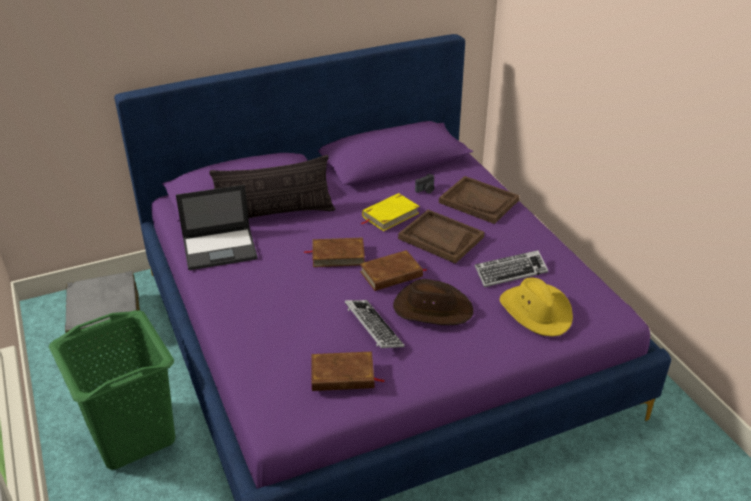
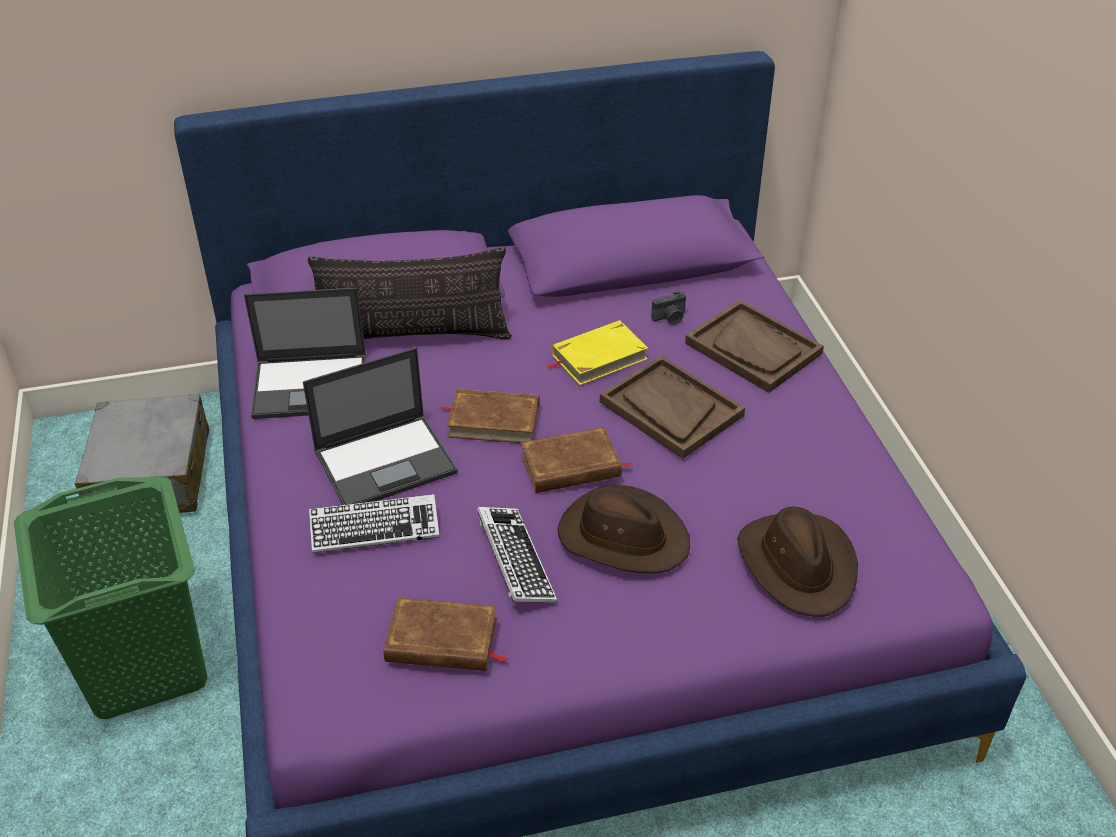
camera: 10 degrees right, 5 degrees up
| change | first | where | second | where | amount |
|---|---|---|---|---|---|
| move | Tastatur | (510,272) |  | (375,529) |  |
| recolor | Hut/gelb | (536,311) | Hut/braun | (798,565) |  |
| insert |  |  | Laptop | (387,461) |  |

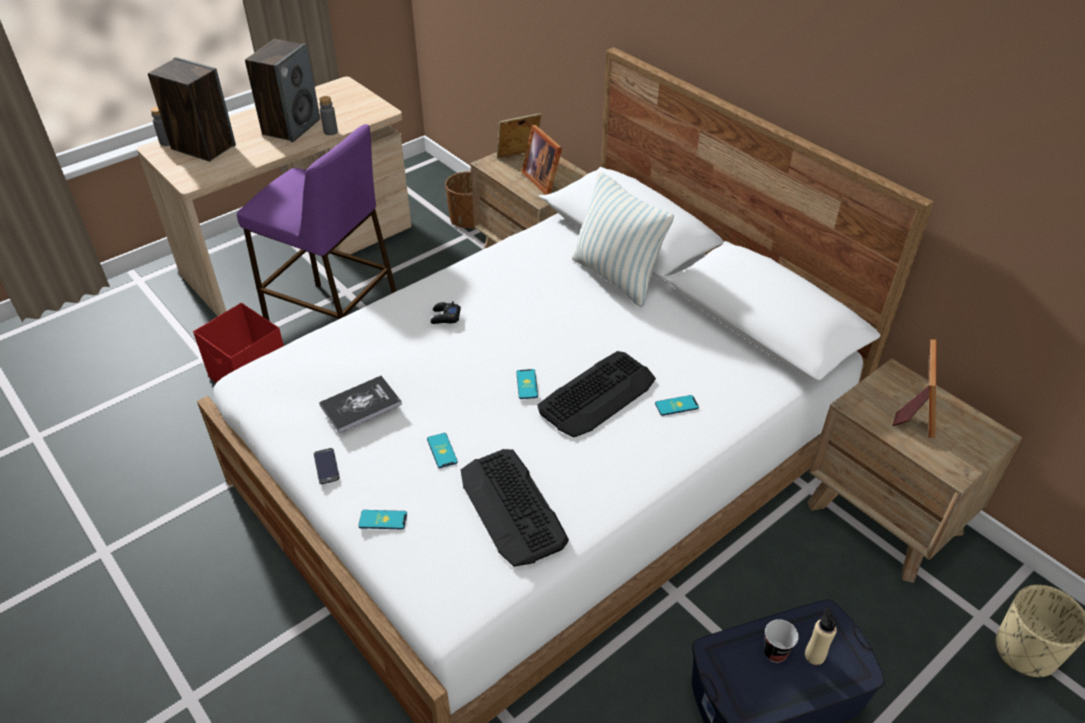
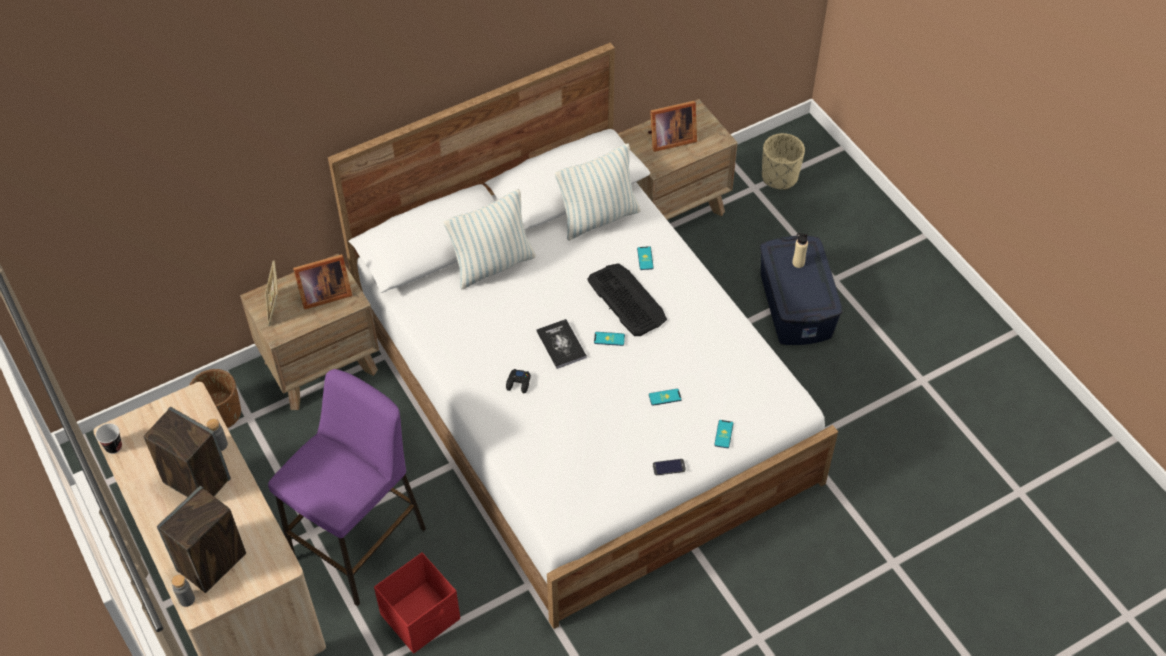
camera: 80 degrees left, 10 degrees up
| change | first | where | second | where | amount |
|---|---|---|---|---|---|
| rotate | Bilderrahmen | (916,413) |  | (669,140) | 135 degrees clockwise |
| move | Buch | (360,405) |  | (561,344) |  |
| delete | Tastatur | (512,507) |  |  |  |
| move | Tasse | (775,652) |  | (113,447) |  |
| insert |  |  | Kissen | (598,218) |  |

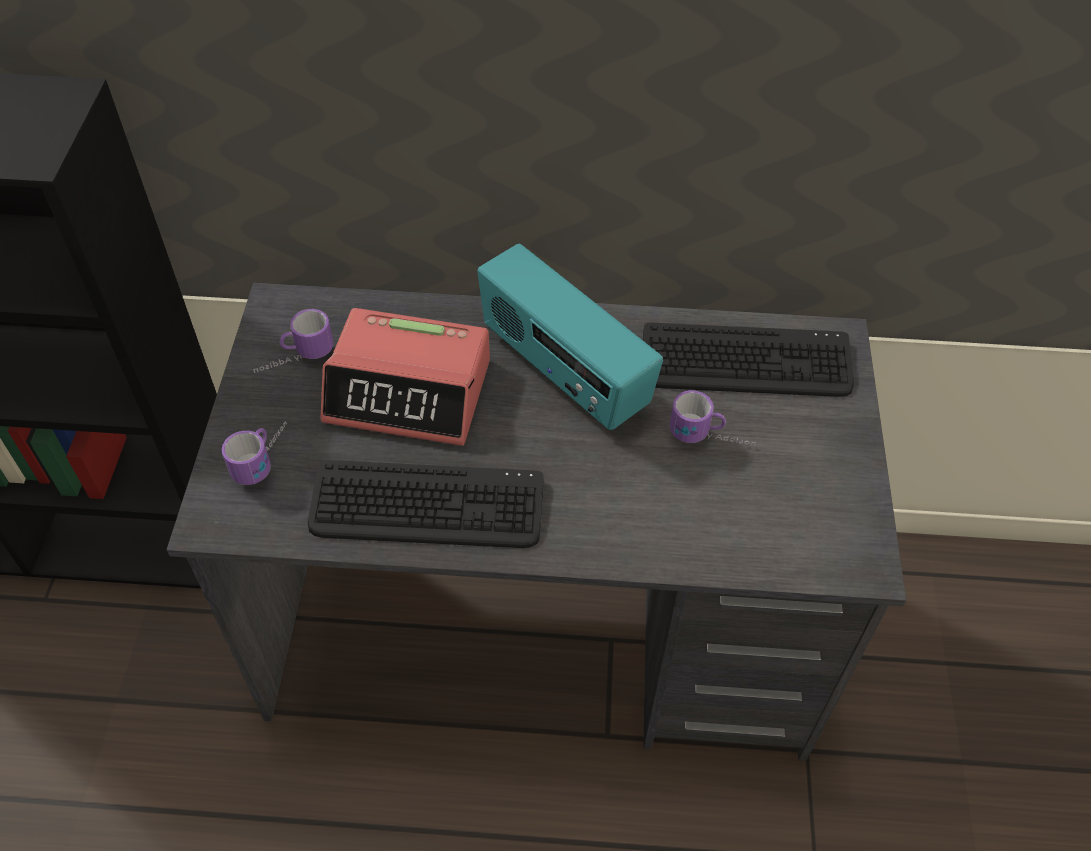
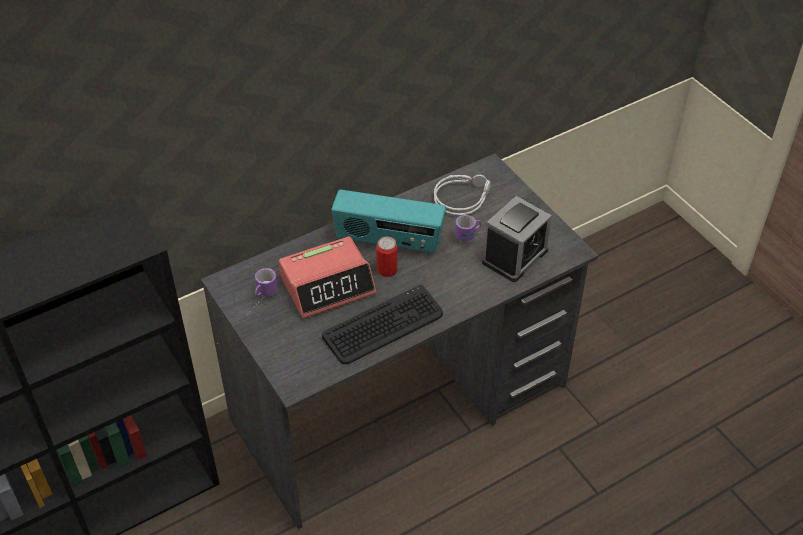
camera: 35 degrees left, 5 degrees down
| change | first | where | second | where | amount |
|---|---|---|---|---|---|
| replace | Tastatur | (746,363) | Kopfhörer/grau | (462,197) |  |
| delete | Henkelbecher | (265,458) |  |  |  |
| insert |  |  | Wecker | (515,256) |  |
| insert |  |  | Dose | (387,270) |  |

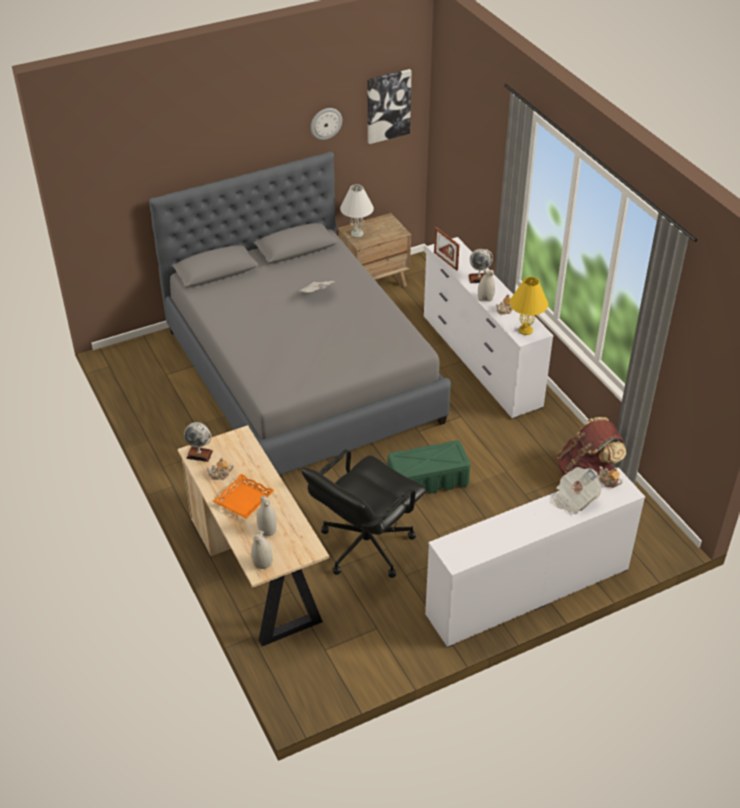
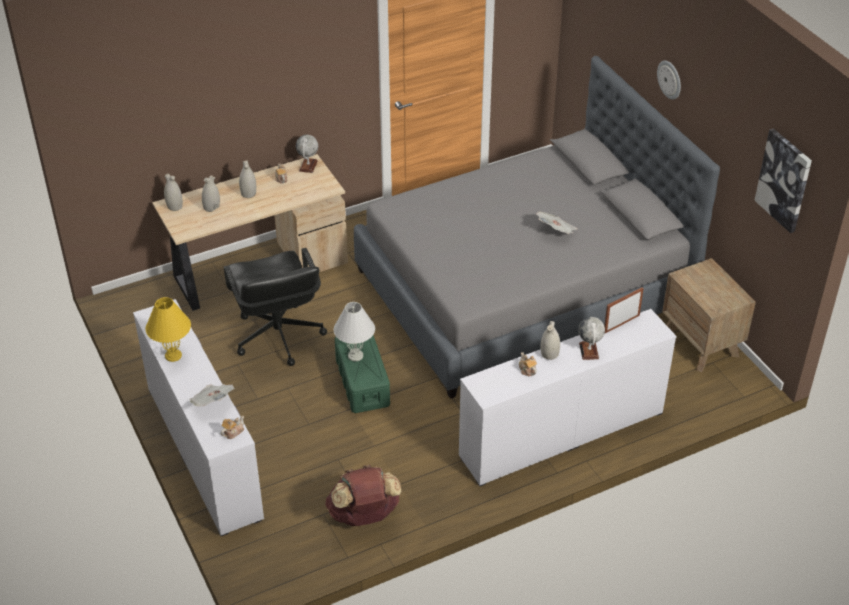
camera: 90 degrees right, 0 degrees up
| change | first | where | second | where | amount |
|---|---|---|---|---|---|
| move | Wanduhr | (325,123) |  | (670,79) |  |
| move | Tischlampe/weiß | (356,233) |  | (355,355) |  |
| move | Tischlampe/gelb | (525,330) |  | (173,356) |  |
| rotate | Bürostuhl/schwarz | (365,545) |  | (278,336) | 150 degrees counterclockwise |
| replace | Tablett/orange | (244,500) | Vase/weiß | (248,193) |  |

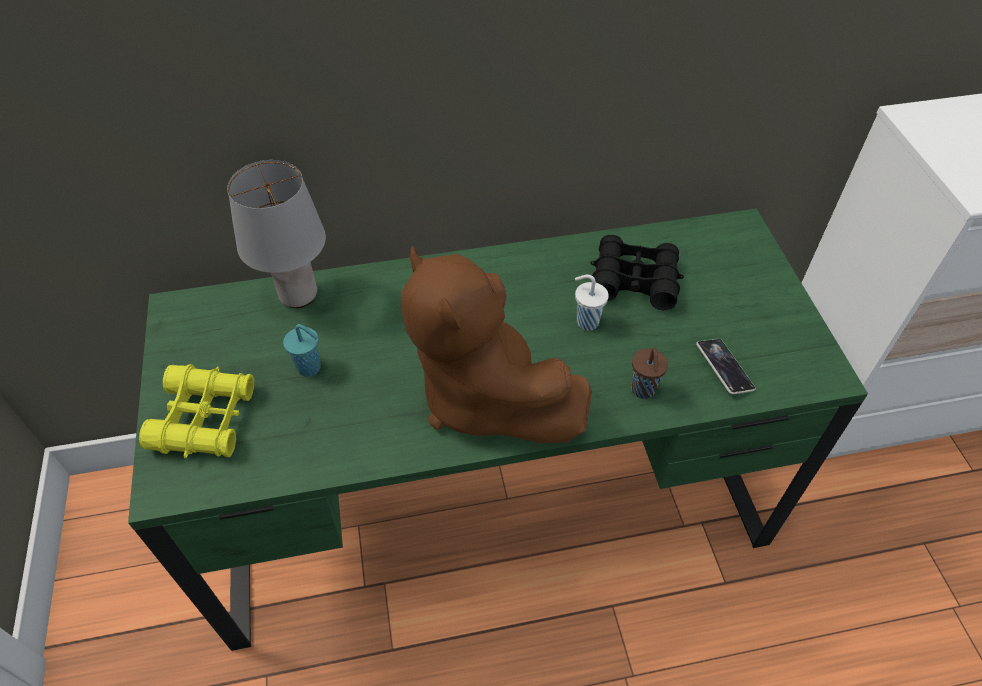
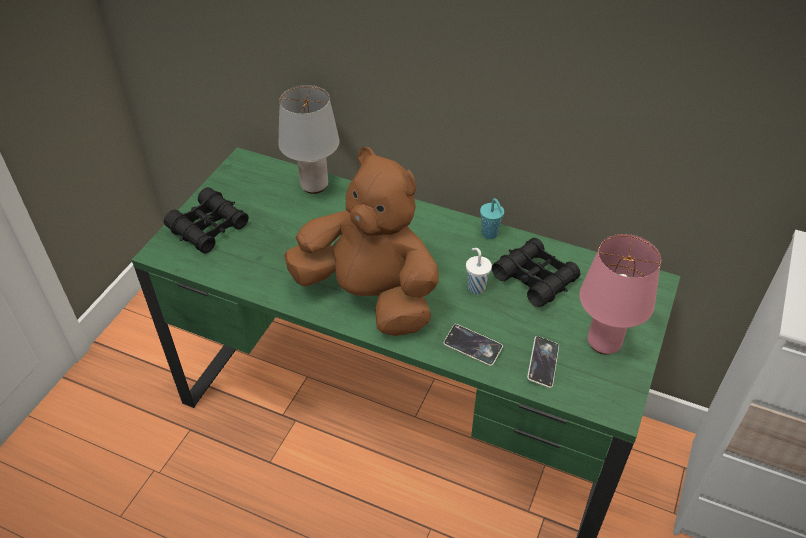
camera: 35 degrees right, 5 degrees down
| change | first | where | second | where | amount |
|---|---|---|---|---|---|
| rotate | Plüschtier/braun | (484,395) |  | (369,296) | 120 degrees clockwise |
| move | Tasse/türkis | (310,368) |  | (490,234) |  |
| replace | Tasse/braun | (643,391) | Handy | (472,347) |  |
| recolor | Fernglas/gelb | (204,419) | Fernglas/schwarz | (209,227) |  |
| insert |  |  | Tischlampe/rosa | (602,343) |  |

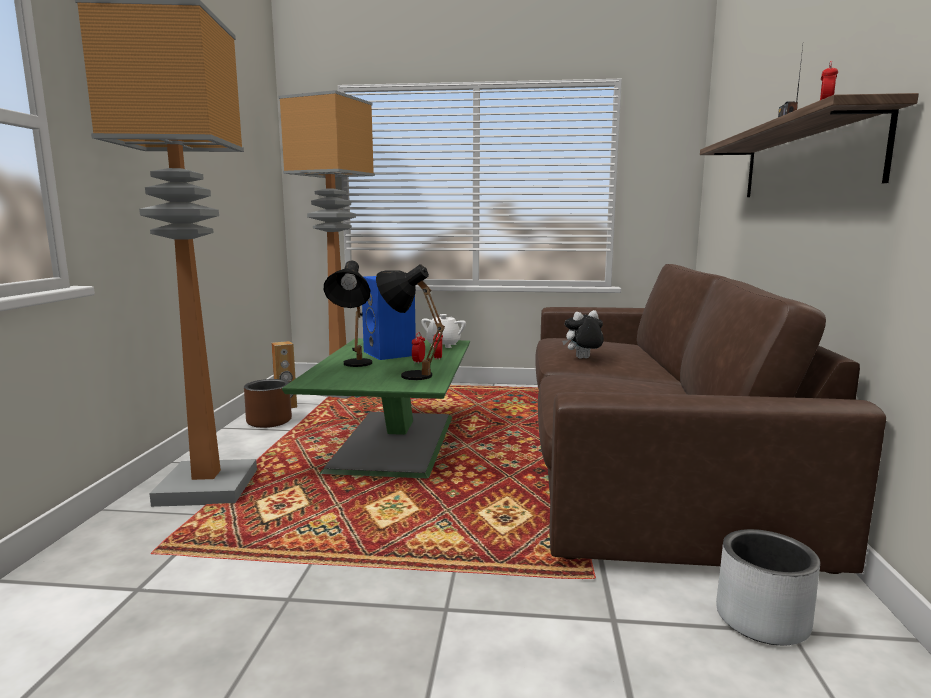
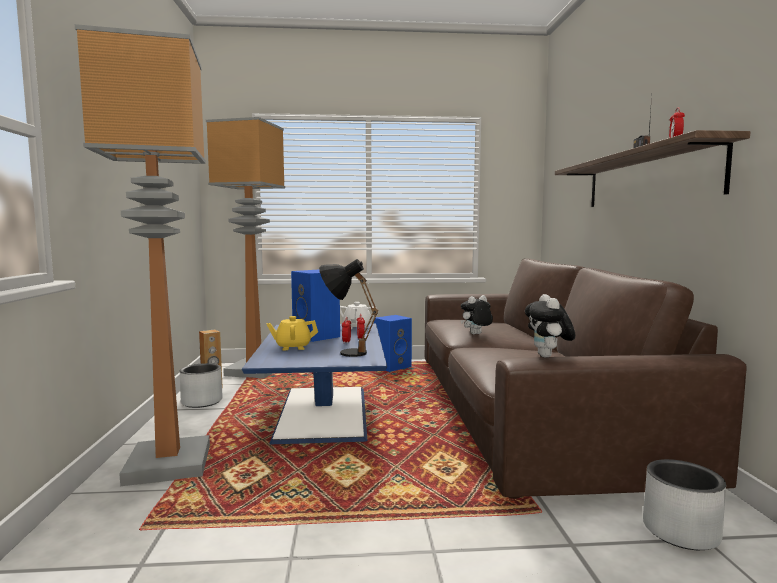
camera: 10 degrees left, 5 degrees down
| change | first | where | second | where | amount |
|---|---|---|---|---|---|
| replace | Tischlampe/schwarz | (353,366) | Teekanne/gelb | (293,347) |  |
| recolor | Couchtisch/grün | (394,443) | Couchtisch/blau | (323,414) |  |
| recolor | Pflanzkübel/braun | (268,421) | Pflanzkübel/grau | (201,402) |  |
| insert |  |  | Plüschtier | (548,356) |  |
| insert |  |  | Lautsprecher/blau | (392,366) |  |

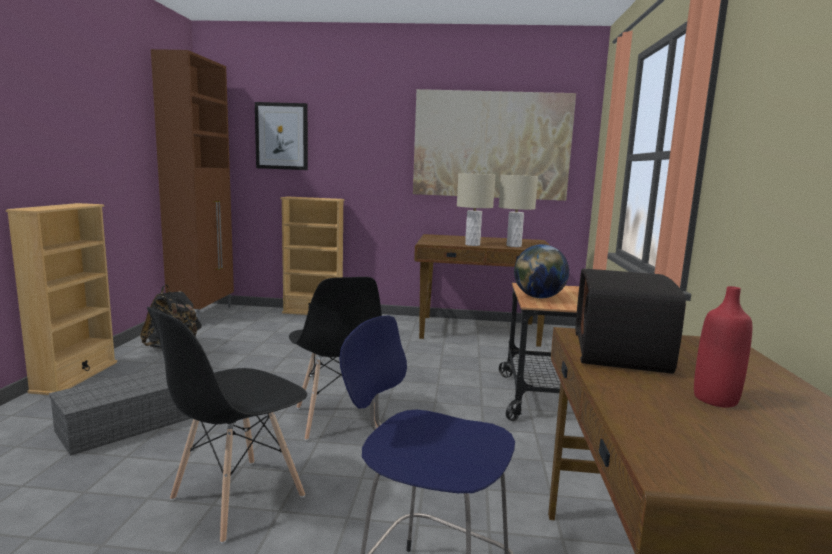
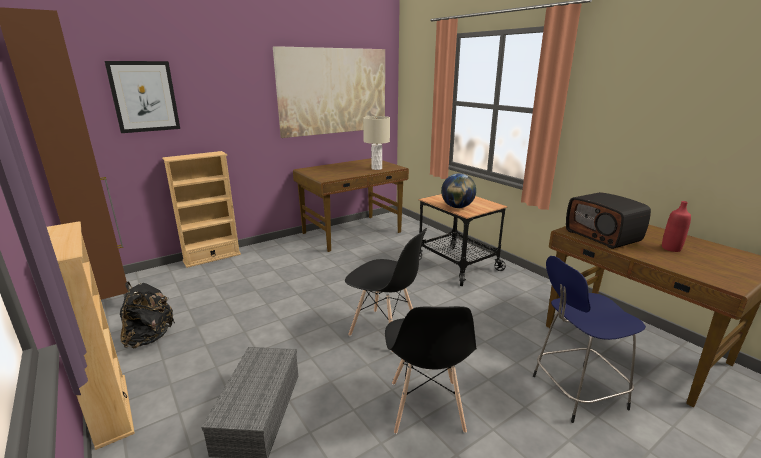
camera: 40 degrees left, 10 degrees up
| change | first | where | second | where | amount |
|---|---|---|---|---|---|
| delete | Tischlampe/beige | (472,244) |  |  |  |

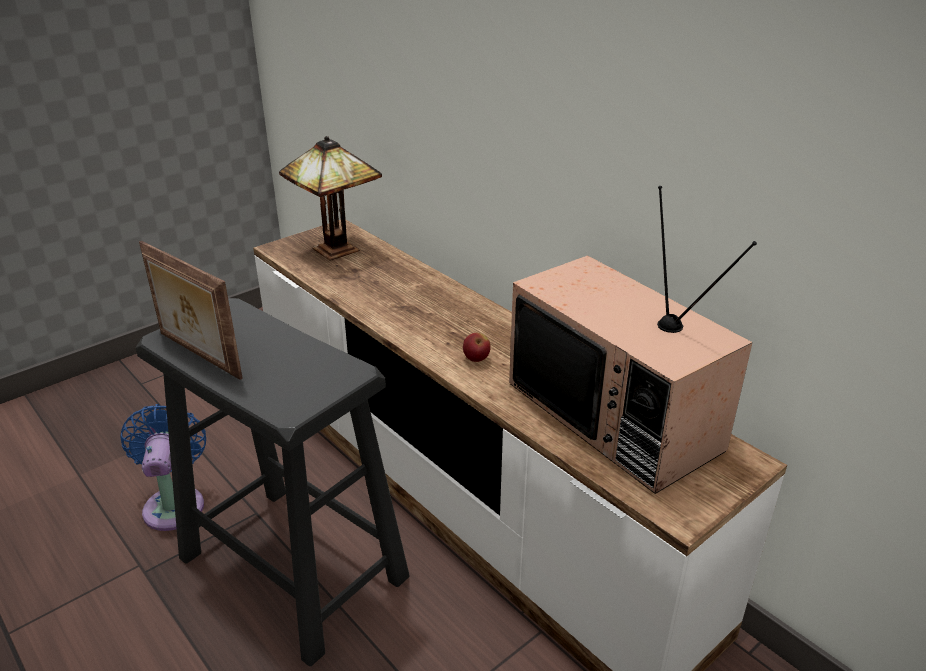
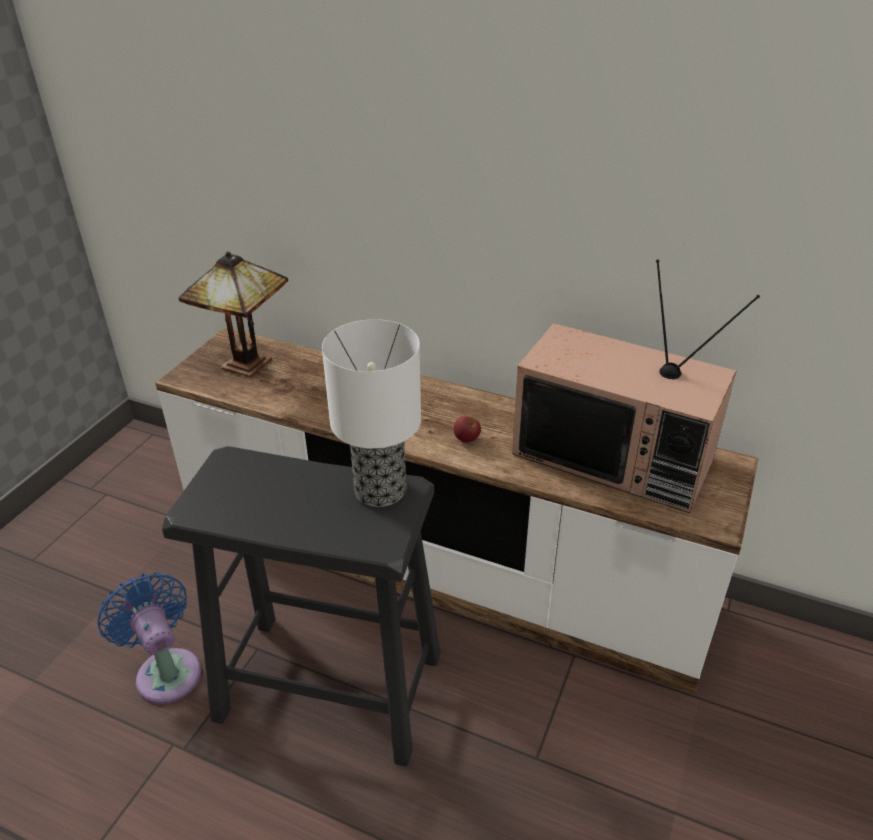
camera: 25 degrees left, 5 degrees up
| change | first | where | second | where | amount |
|---|---|---|---|---|---|
| delete | Bilderrahmen | (197,356) |  |  |  |
| insert |  |  | Tischlampe | (378,490) |  |

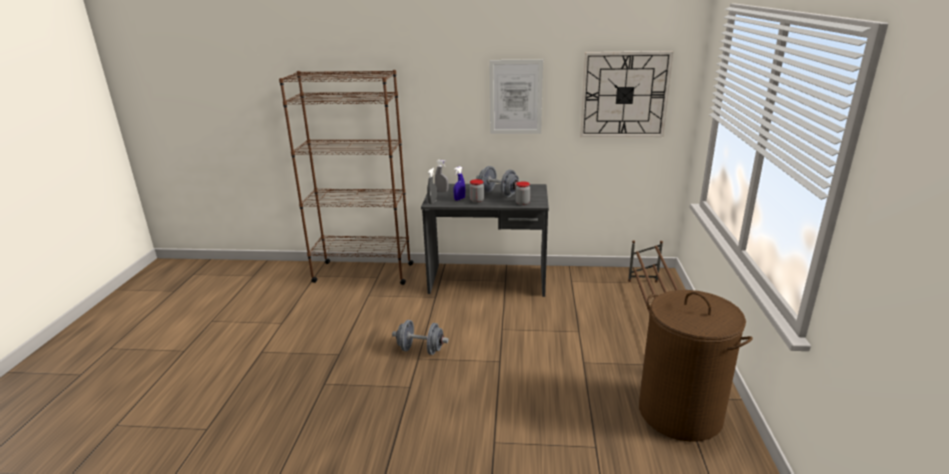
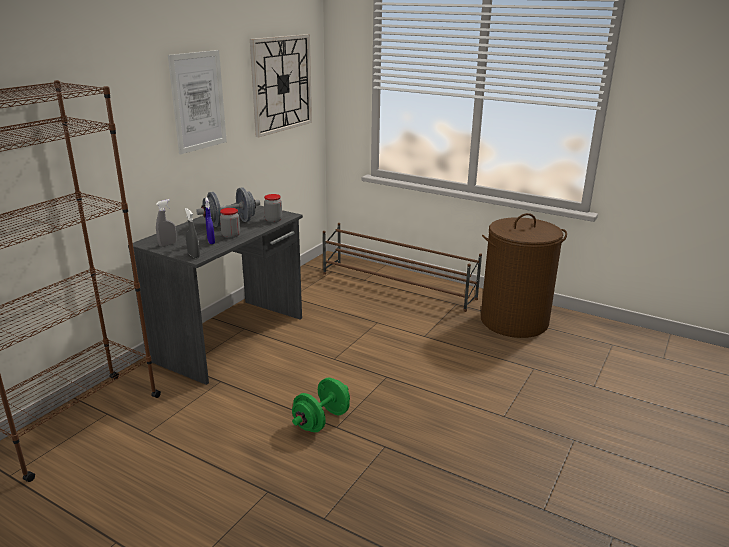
camera: 65 degrees left, 0 degrees up
| change | first | where | second | where | amount |
|---|---|---|---|---|---|
| recolor | Hantel/grau | (421,350) | Hantel/grün | (321,420) |  |

